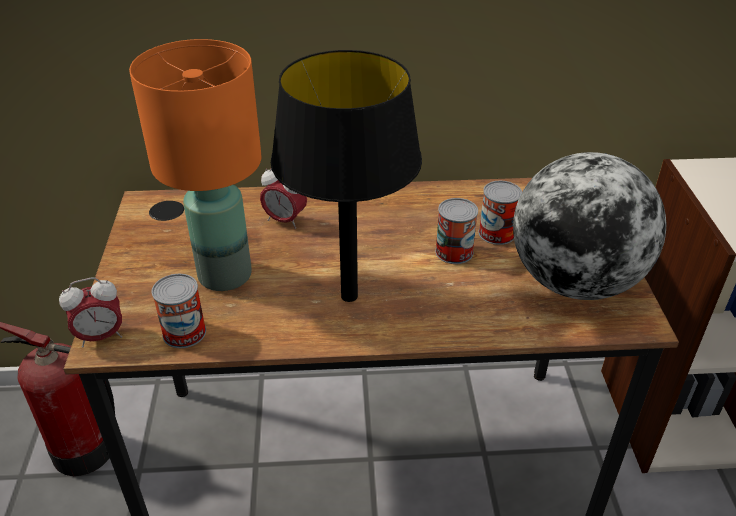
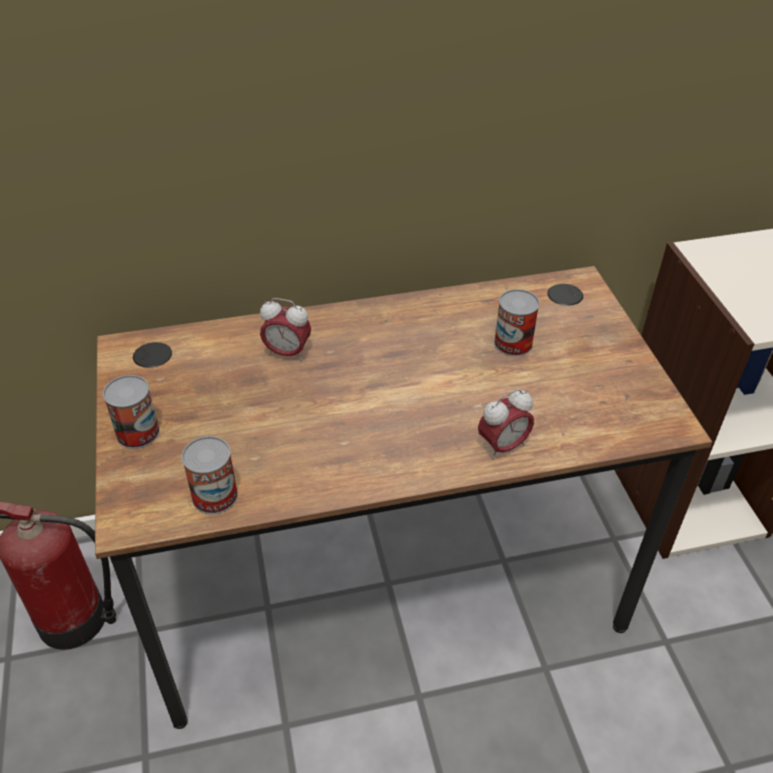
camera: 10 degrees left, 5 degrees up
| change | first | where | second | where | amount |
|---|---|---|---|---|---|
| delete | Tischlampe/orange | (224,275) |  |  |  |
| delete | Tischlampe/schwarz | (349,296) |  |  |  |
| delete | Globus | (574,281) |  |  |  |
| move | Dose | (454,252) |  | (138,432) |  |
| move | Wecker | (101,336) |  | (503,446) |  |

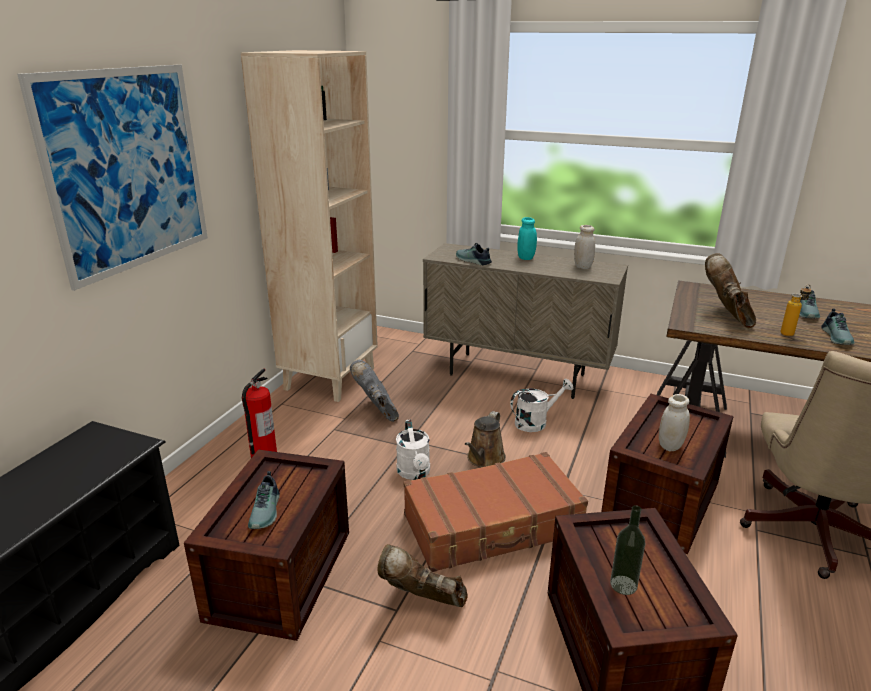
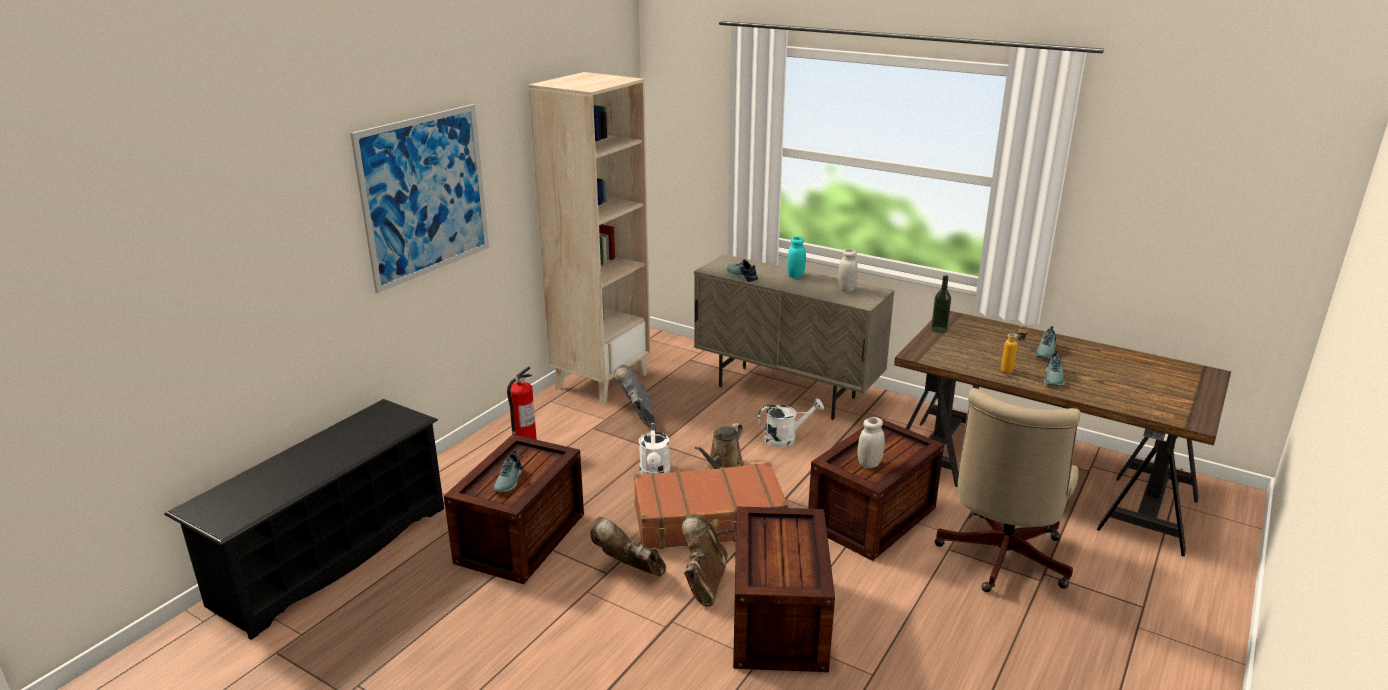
camera: 10 degrees right, 0 degrees up
| change | first | where | second | where | amount |
|---|---|---|---|---|---|
| move | Stiefel/braun | (727,315) |  | (703,582) |  |
| move | Flasche | (623,585) |  | (939,330) |  |

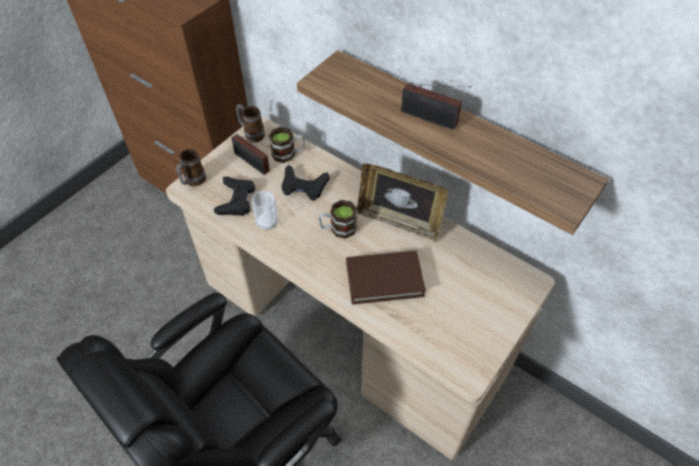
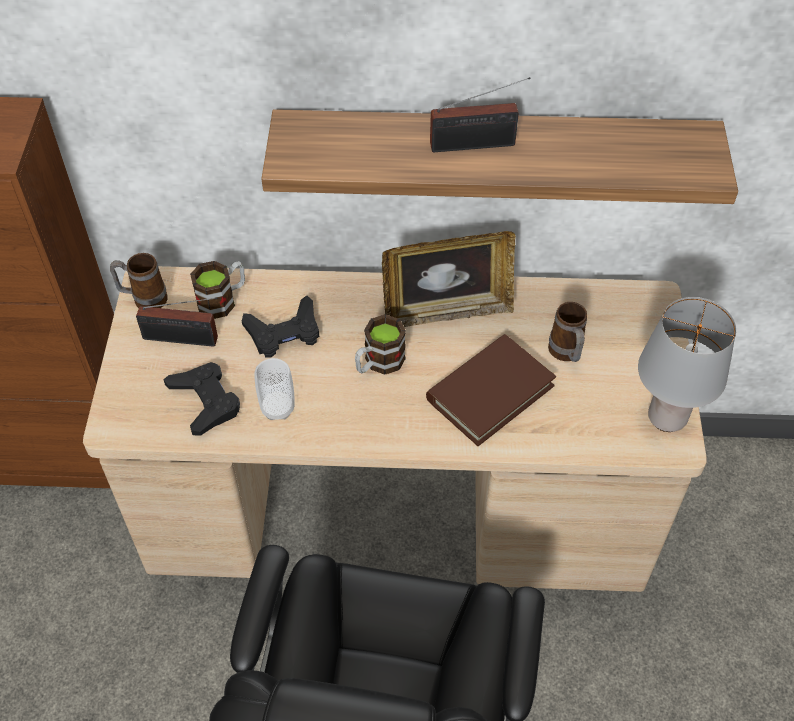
camera: 35 degrees left, 0 degrees up
| change | first | where | second | where | amount |
|---|---|---|---|---|---|
| move | Henkelbecher | (193,182) |  | (566,354) |  |
| insert |  |  | Tischlampe/grau | (666,419) |  |

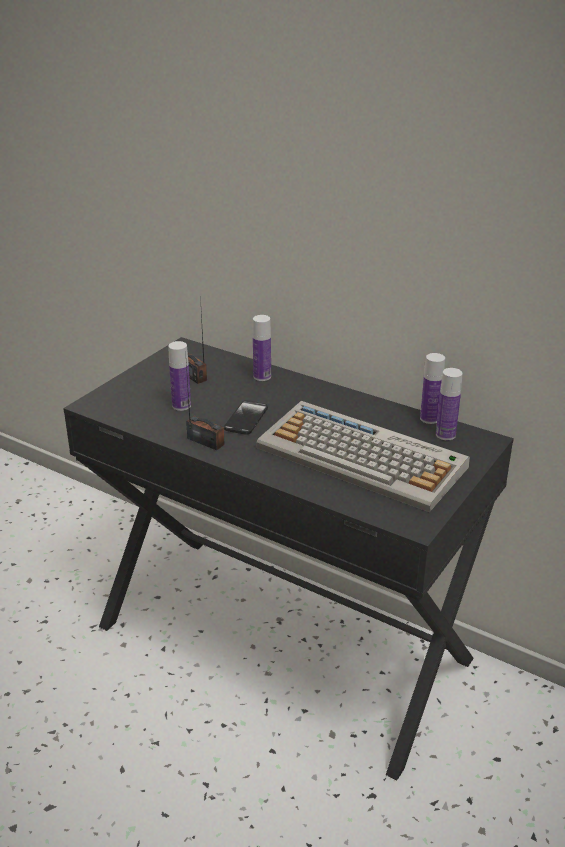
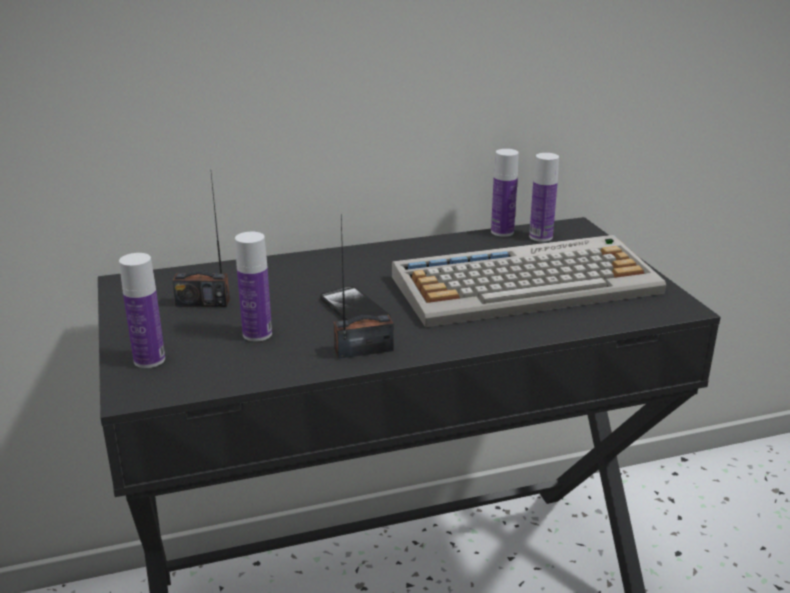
camera: 50 degrees left, 5 degrees down
| change | first | where | second | where | amount |
|---|---|---|---|---|---|
| move | Flasche | (262,376) |  | (149,360) |  |

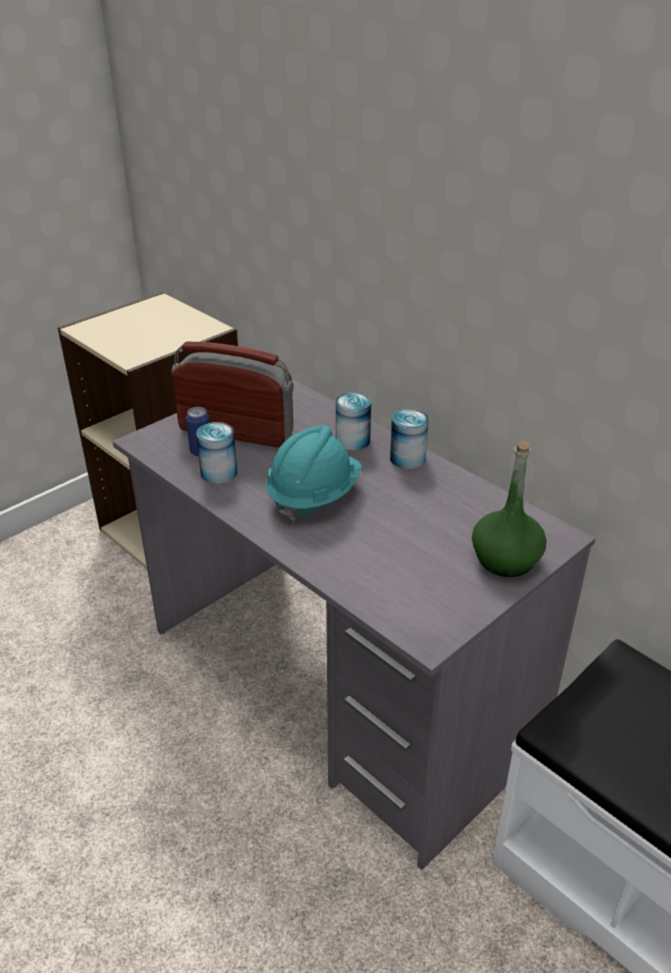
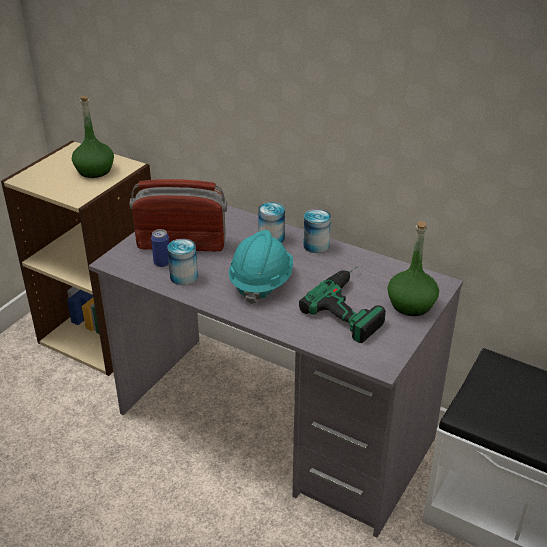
camera: 15 degrees left, 0 degrees up
| change | first | where | second | where | amount |
|---|---|---|---|---|---|
| insert |  |  | Flasche/grün | (95,170) |  |
| insert |  |  | Bohrmaschine | (354,304) |  |

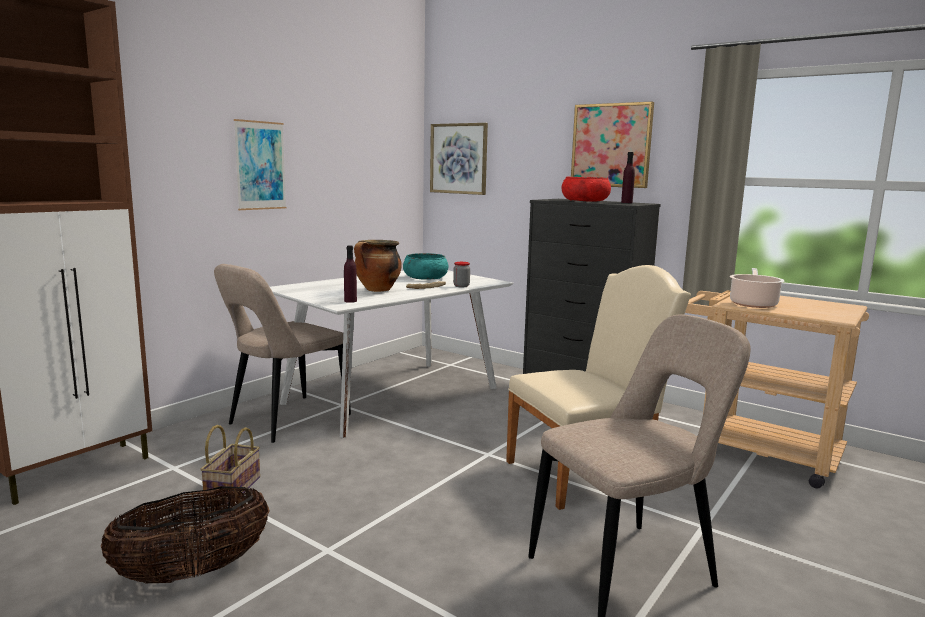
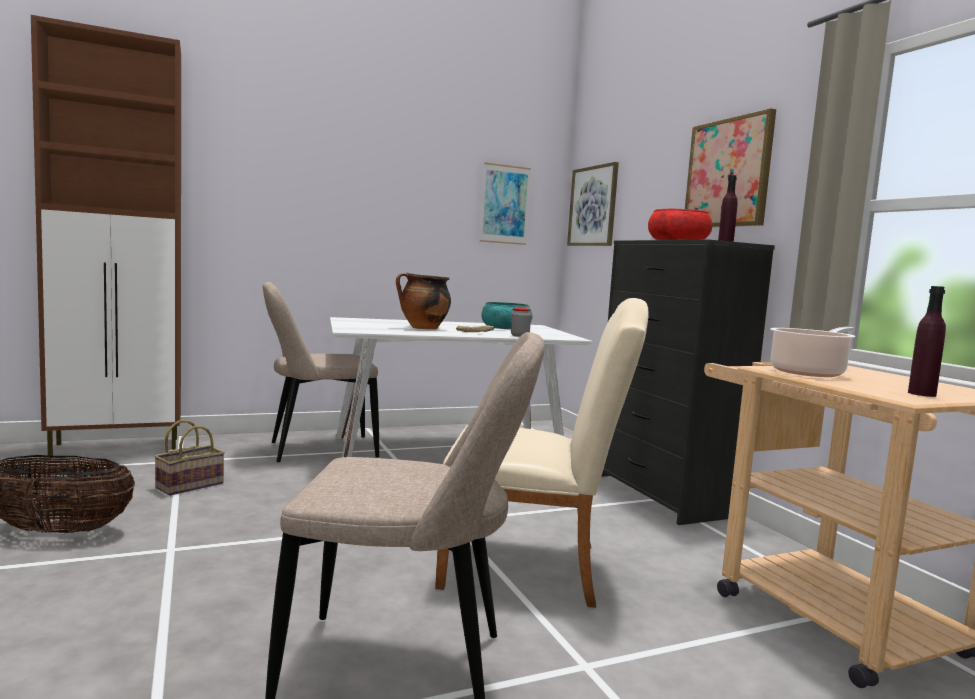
camera: 30 degrees right, 5 degrees down
| change | first | where | second | where | amount |
|---|---|---|---|---|---|
| move | Bild | (260,165) |  | (505,204) |  |
| move | Flasche/lila | (350,301) |  | (921,394) |  |

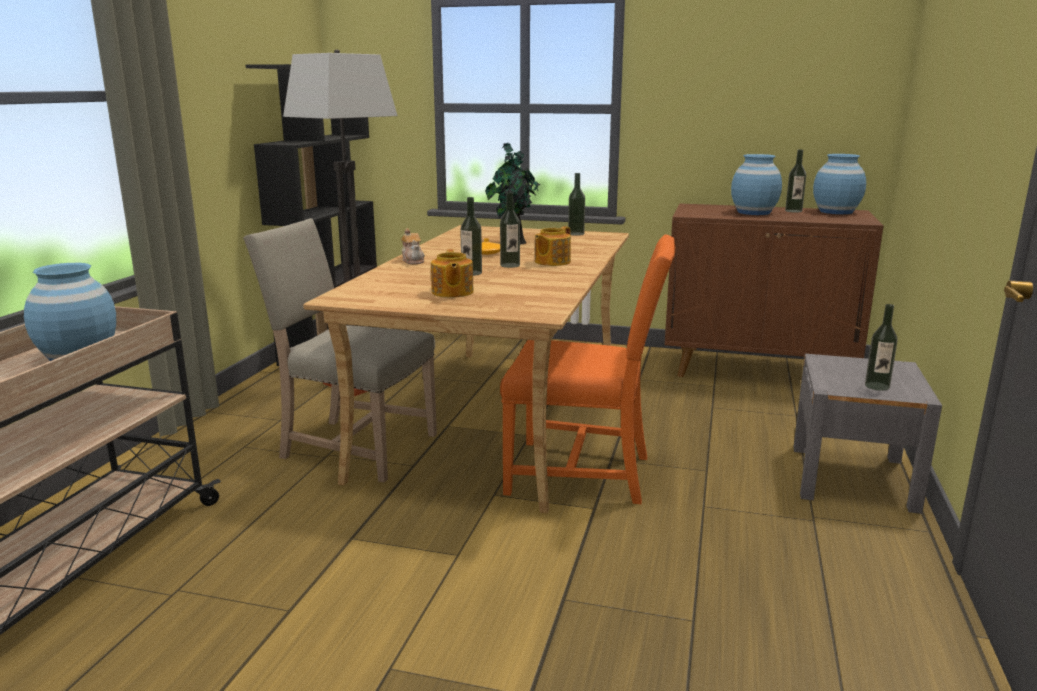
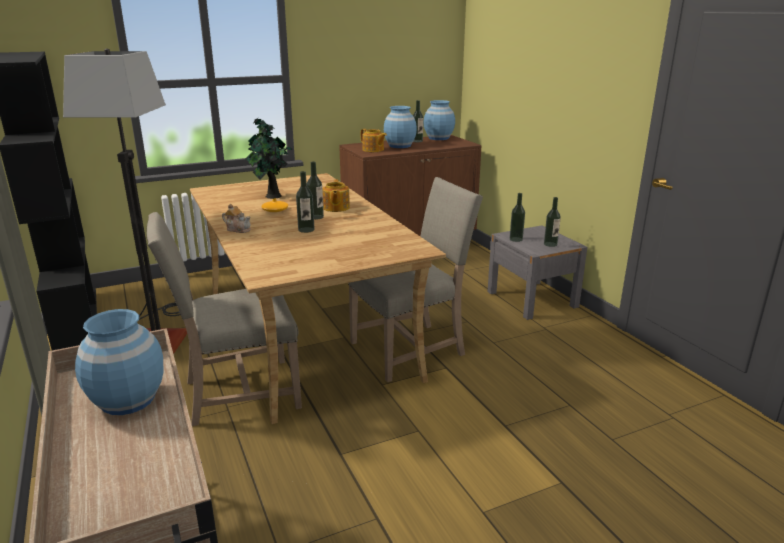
camera: 40 degrees left, 5 degrees up
| change | first | where | second | where | amount |
|---|---|---|---|---|---|
| move | Flasche | (576,234) |  | (516,239) |  |
| recolor | Stuhl/orange | (584,473) | Stuhl/beige | (411,349) |  |
| move | Teekanne | (452,292) |  | (373,150) |  |

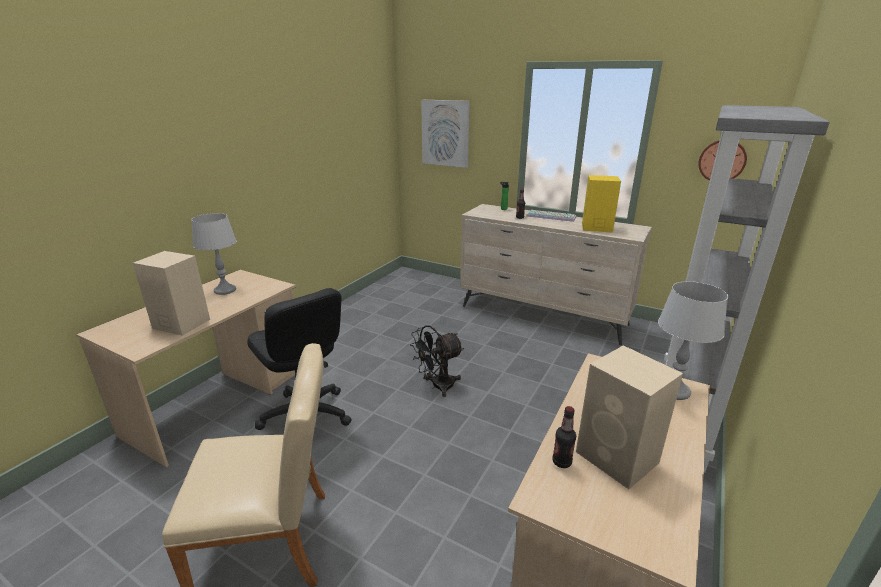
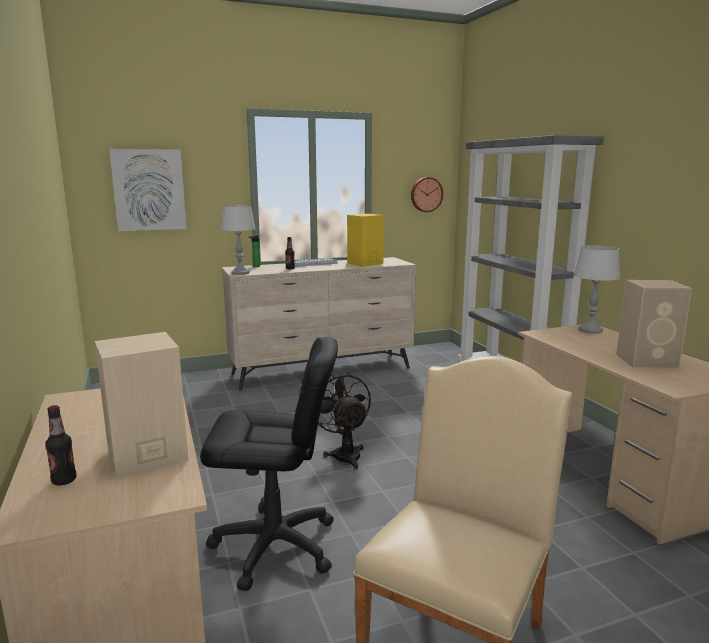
camera: 50 degrees left, 10 degrees down
| change | first | where | second | where | amount |
|---|---|---|---|---|---|
| move | Tischlampe/grau | (225,290) |  | (240,273) |  |
| rotate | Ventilator/schwarz | (437,386) |  | (344,454) | 150 degrees clockwise |
| move | Flasche | (561,462) |  | (64,480) |  |

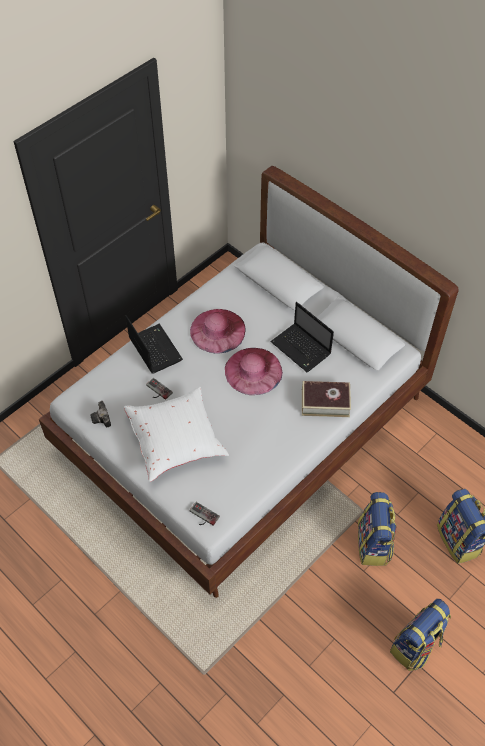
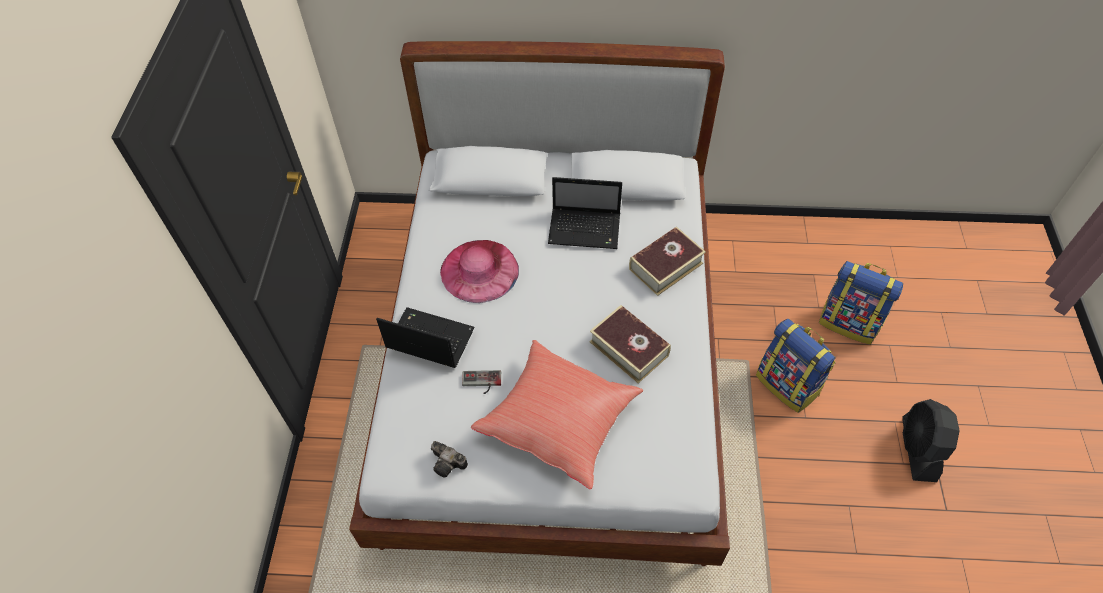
camera: 40 degrees left, 0 degrees up
| change | first | where | second | where | amount |
|---|---|---|---|---|---|
| delete | Hut/rosa | (253,371) |  |  |  |
| recolor | Kissen/weiß | (176,441) | Kissen/rot | (559,421) |  |
| delete | Gamepad | (202,516) |  |  |  |
| replace | Rucksack | (416,646) | Ventilator/schwarz | (918,449) |  |
| insert |  |  | Buch | (629,348) |  |

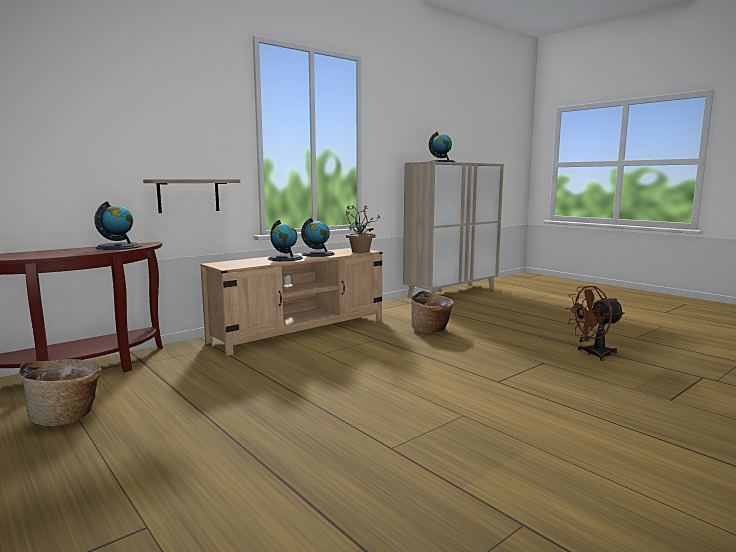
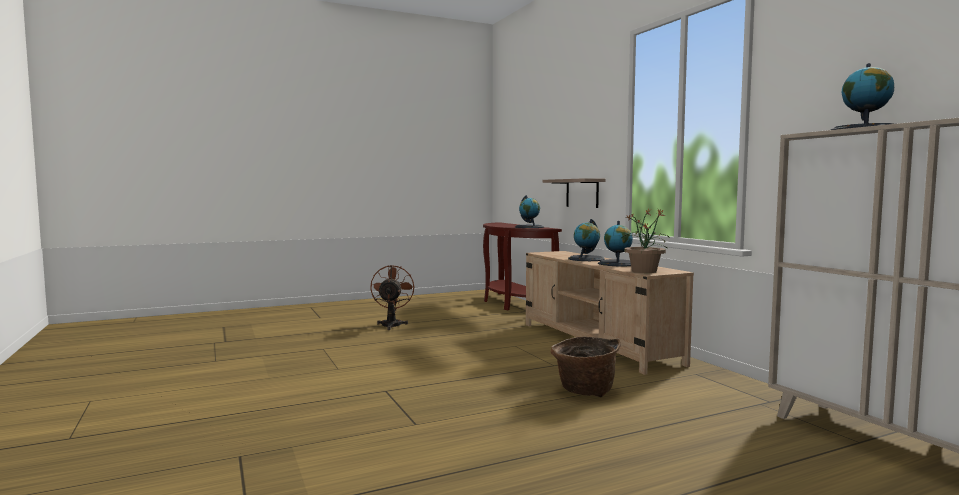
camera: 105 degrees right, 5 degrees down
| change | first | where | second | where | amount |
|---|---|---|---|---|---|
| move | Ventilator/braun | (592,354) |  | (392,324) |  |
| delete | Korb | (67,416) |  |  |  |

